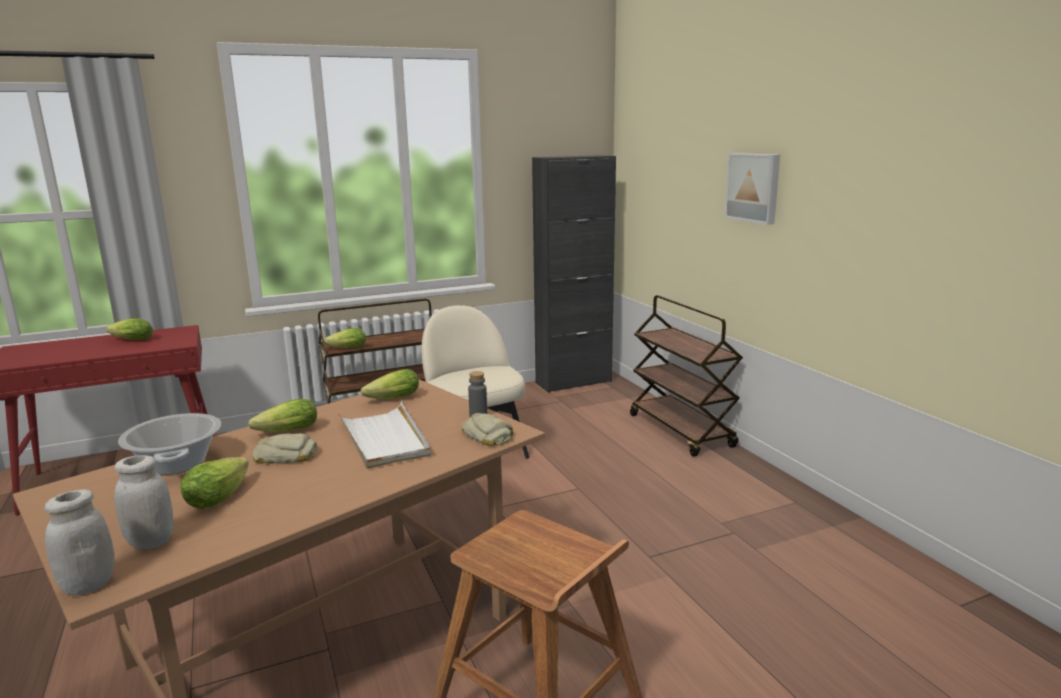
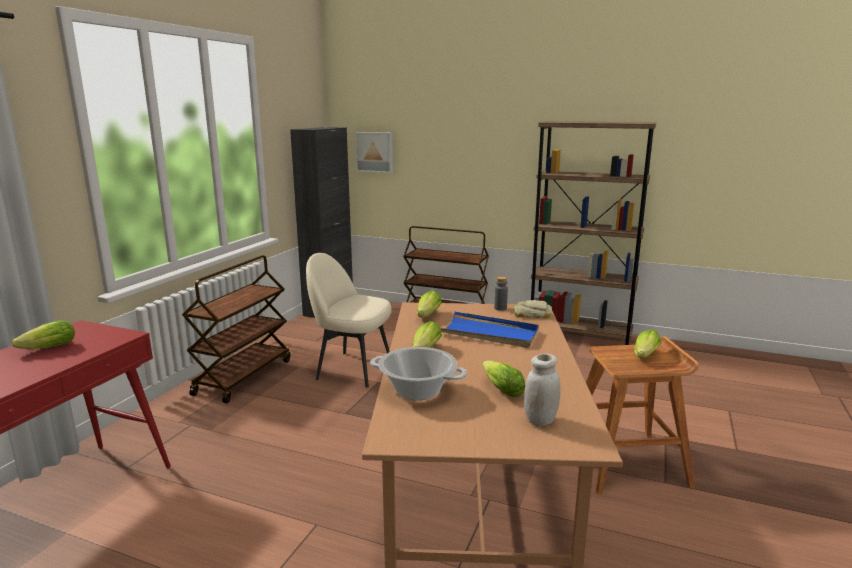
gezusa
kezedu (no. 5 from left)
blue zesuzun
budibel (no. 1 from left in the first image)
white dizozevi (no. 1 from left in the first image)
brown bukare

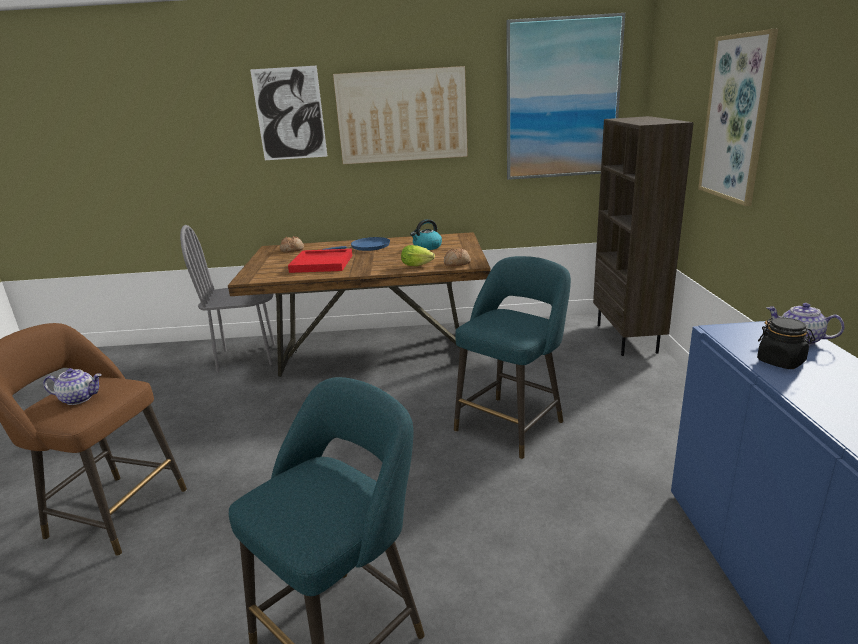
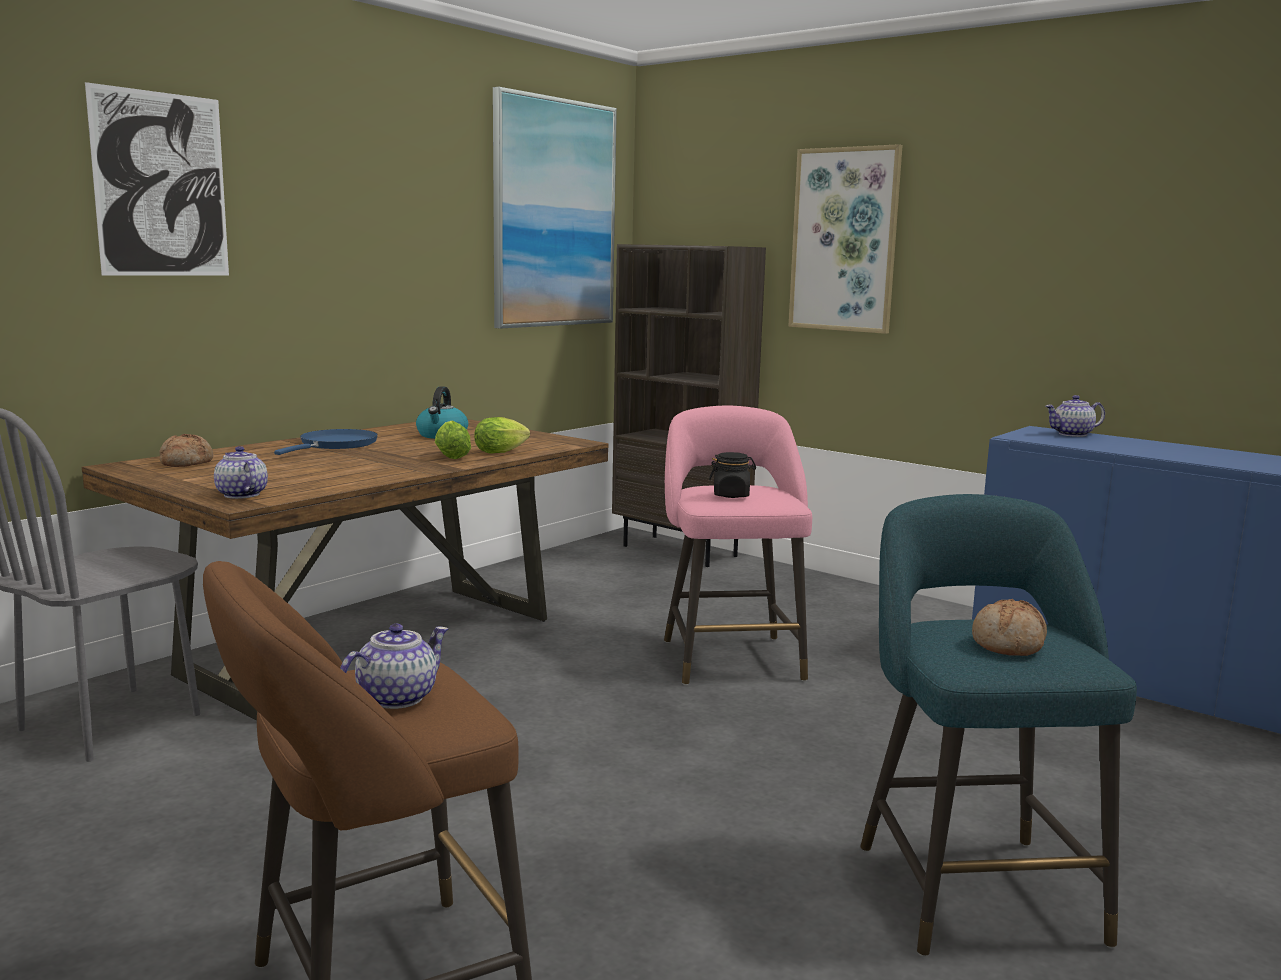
gezusa (no. 2 from left in the first image)
budibel (no. 2 from left)
red zesuzun
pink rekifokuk
black dizozevi
kezedu (no. 1 from left)
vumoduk (no. 1 from left)

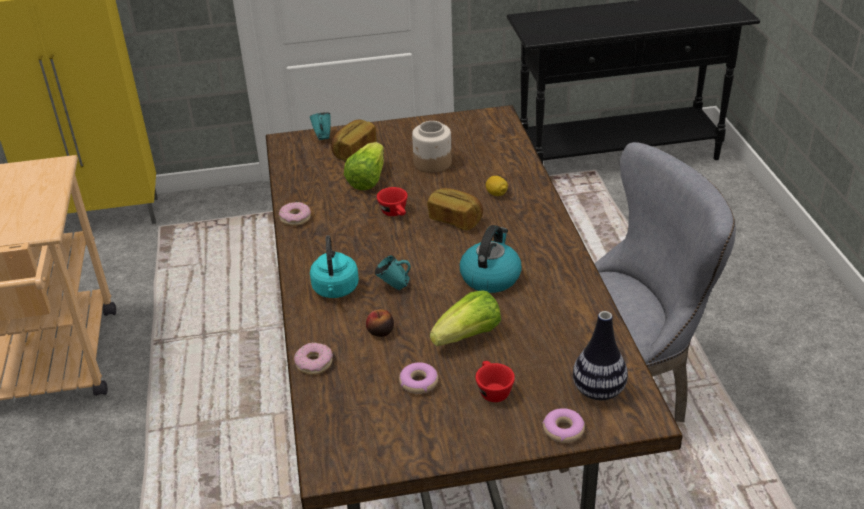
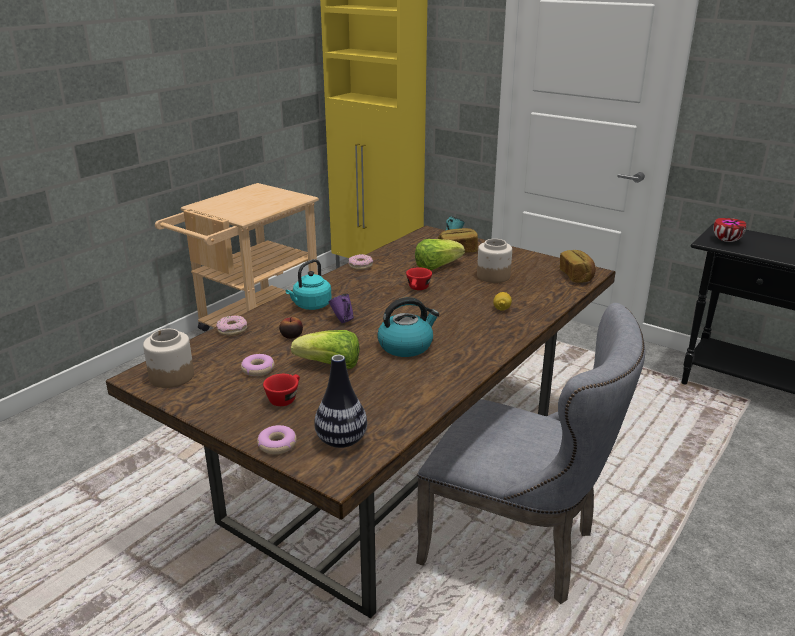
budibel (no. 2 from left)
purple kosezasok
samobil
dizozevi (no. 1 from left)

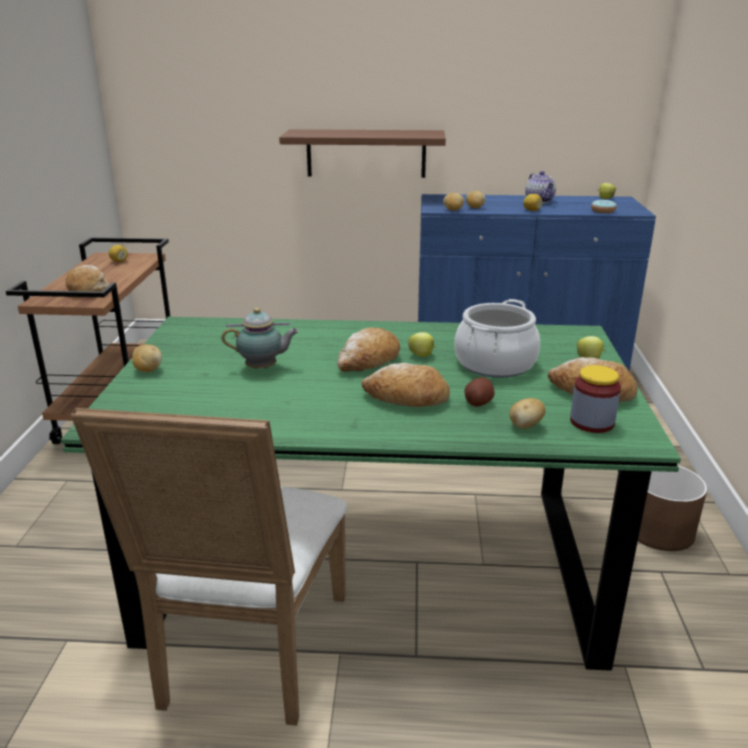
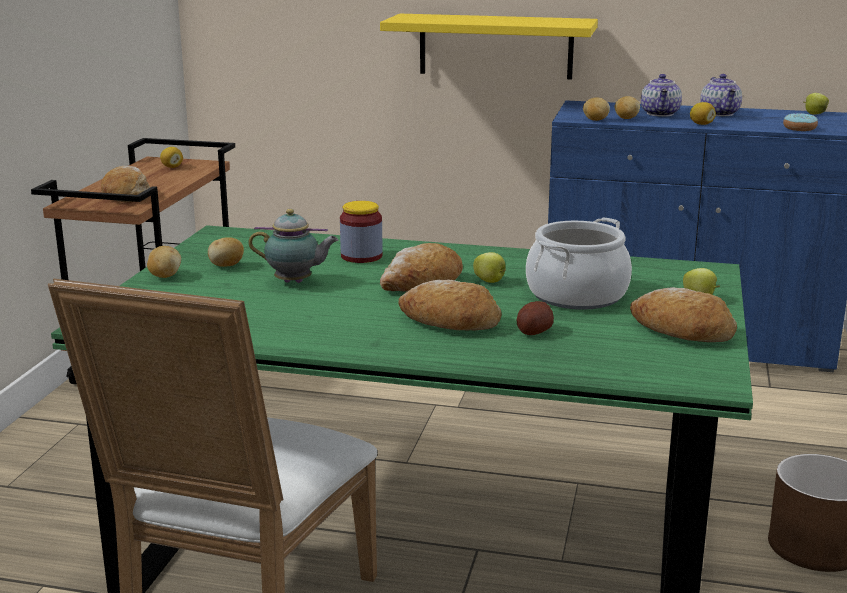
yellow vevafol
dizozevi
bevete (no. 2 from left)
vumoduk (no. 2 from left)

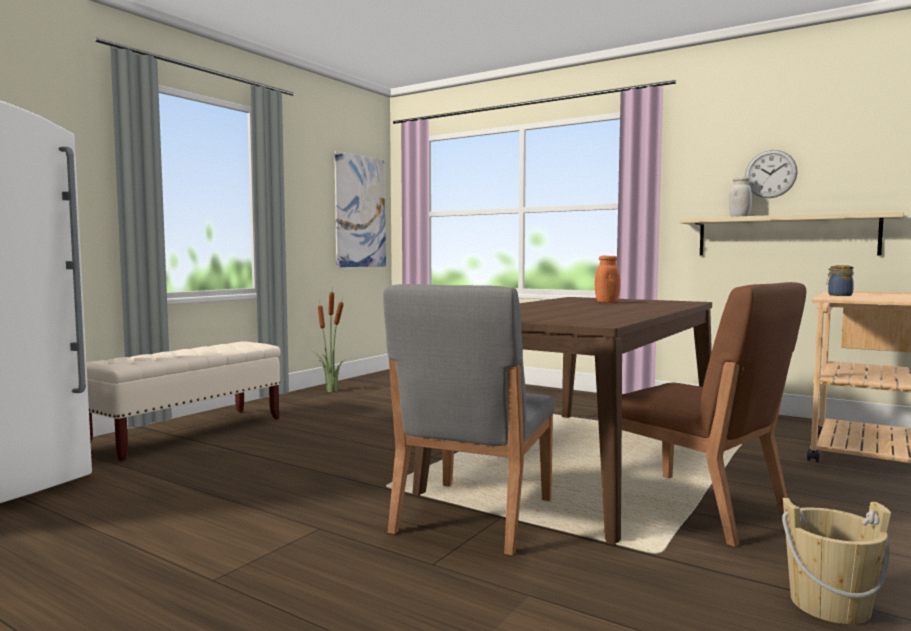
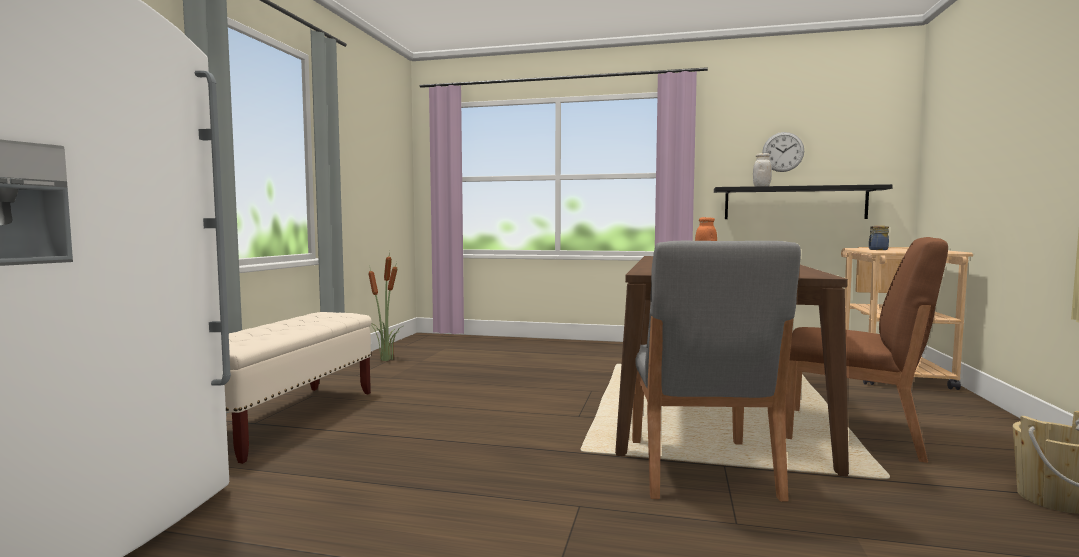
gezusa
black vevafol

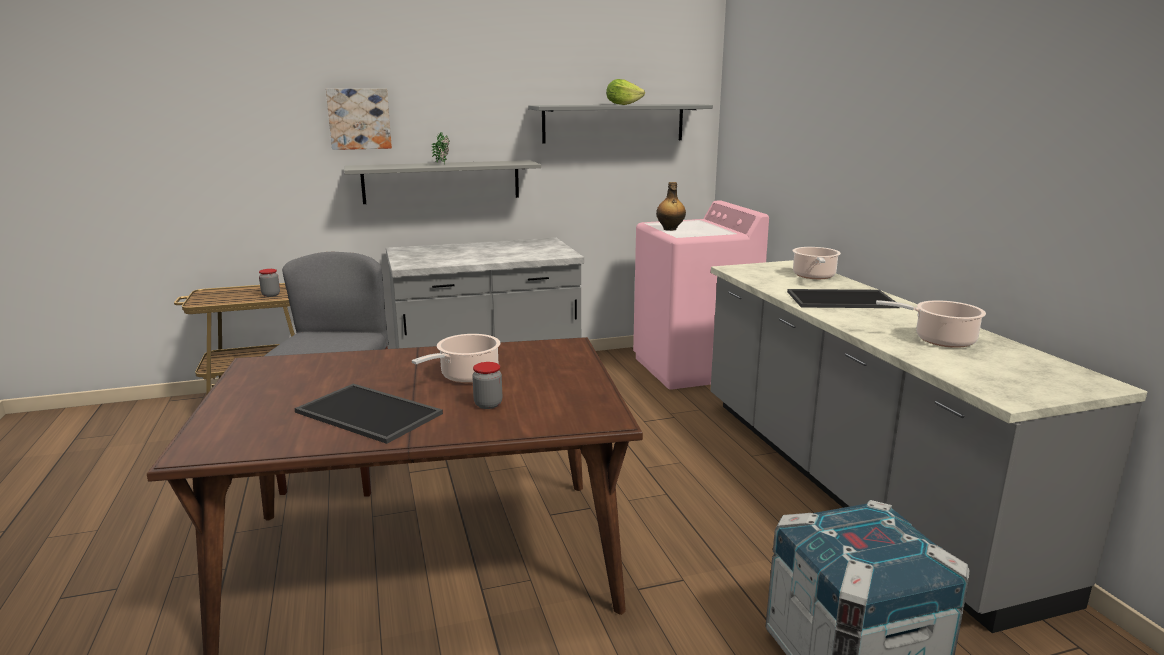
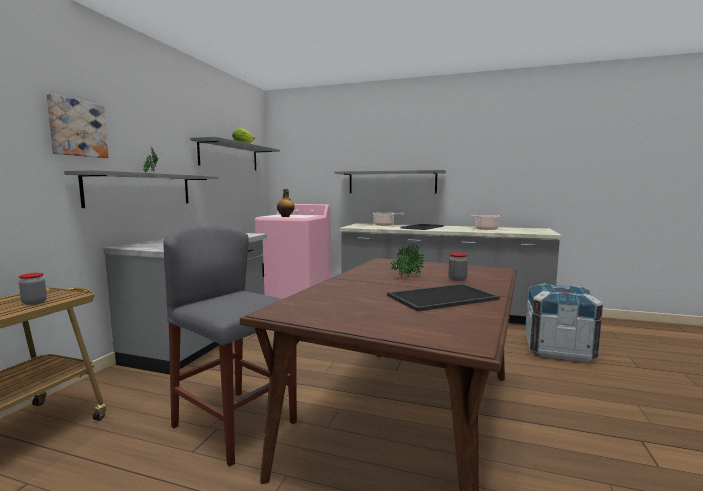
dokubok (no. 2 from left)
grey vevafol (no. 3 from left)

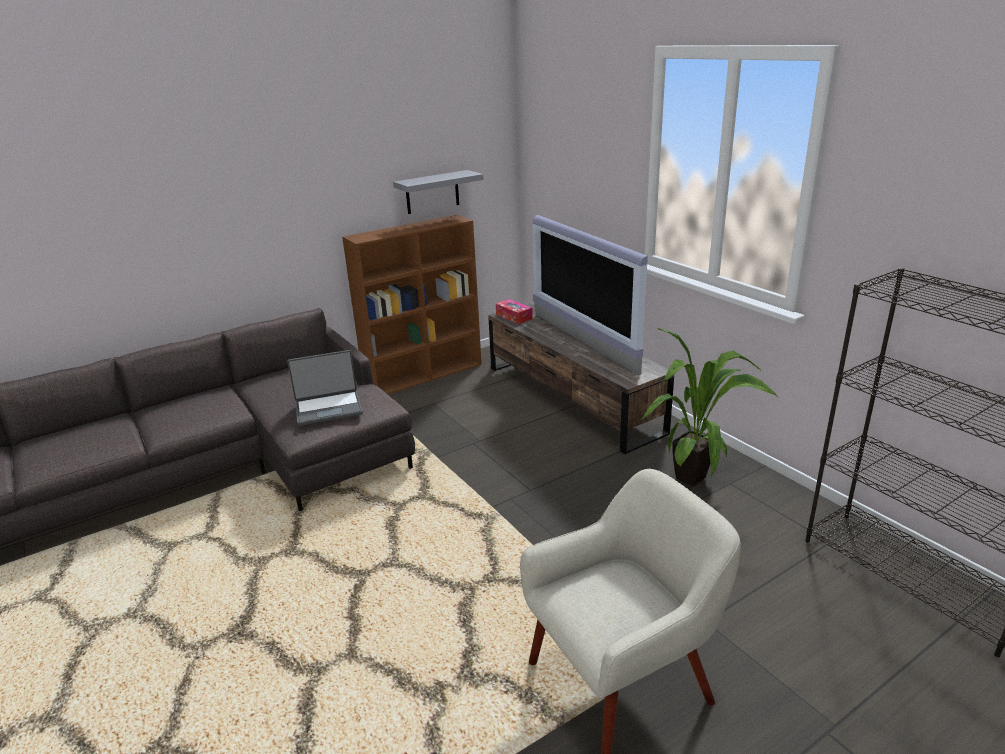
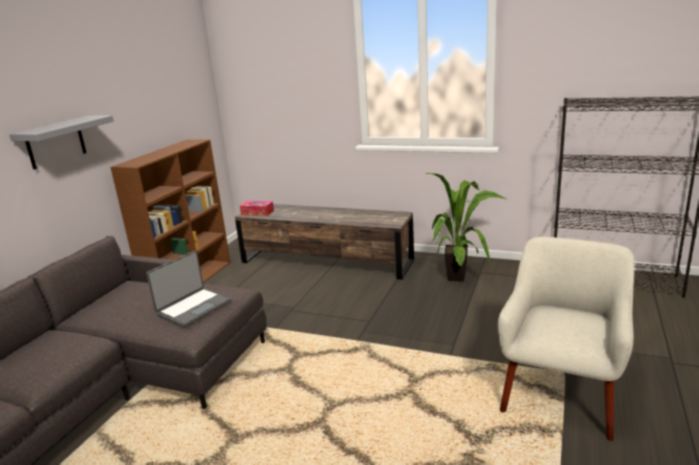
grey vevafol
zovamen

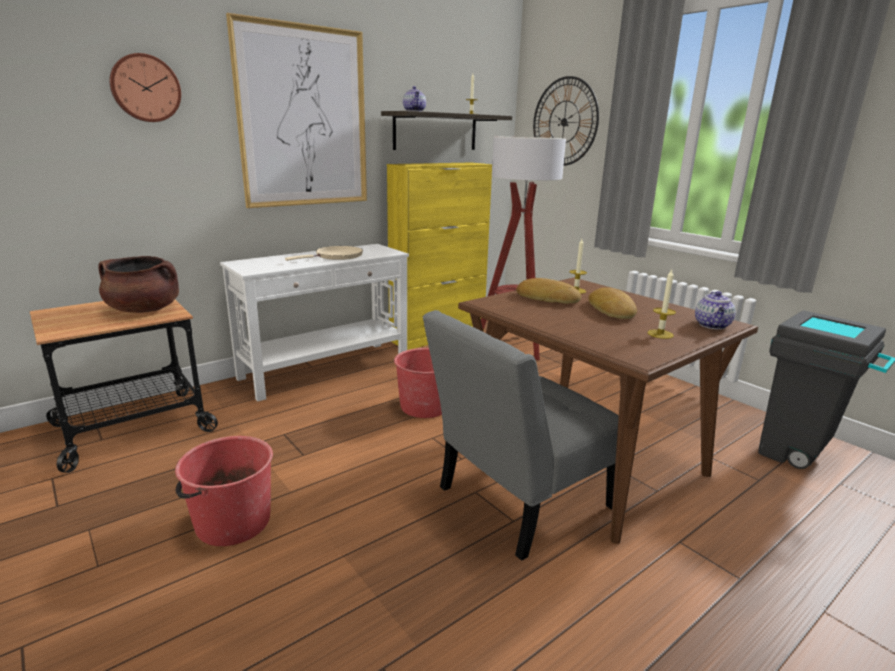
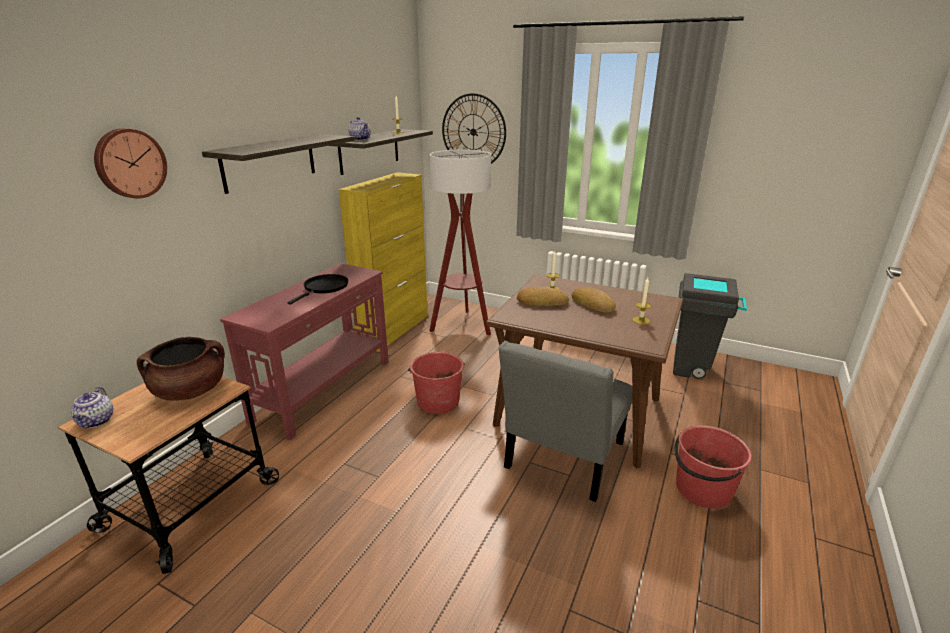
vevafol (no. 1 from left)
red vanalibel
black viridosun
vumoduk (no. 1 from left)
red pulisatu (no. 2 from left)

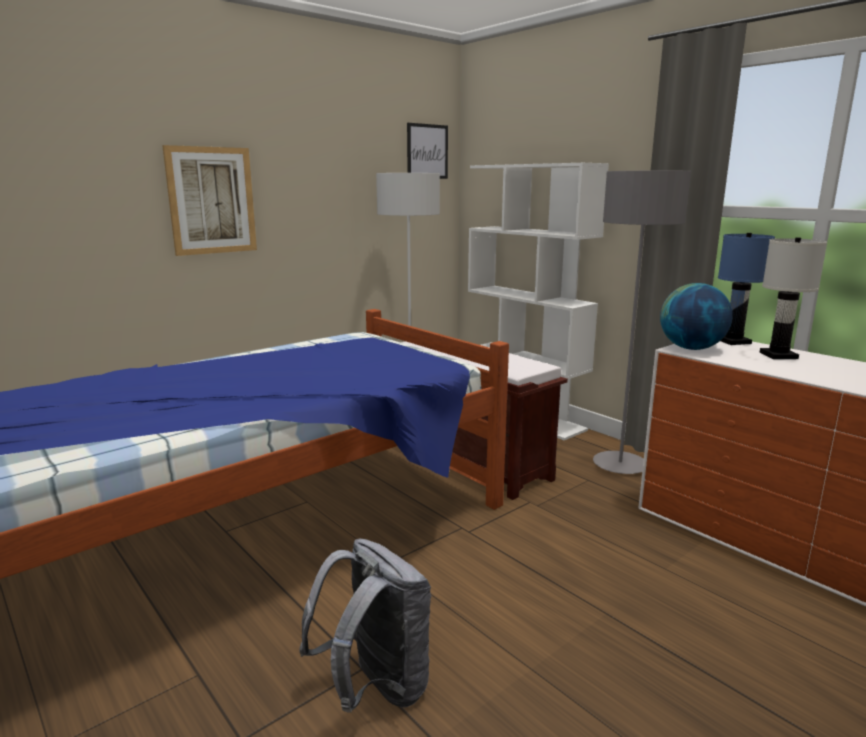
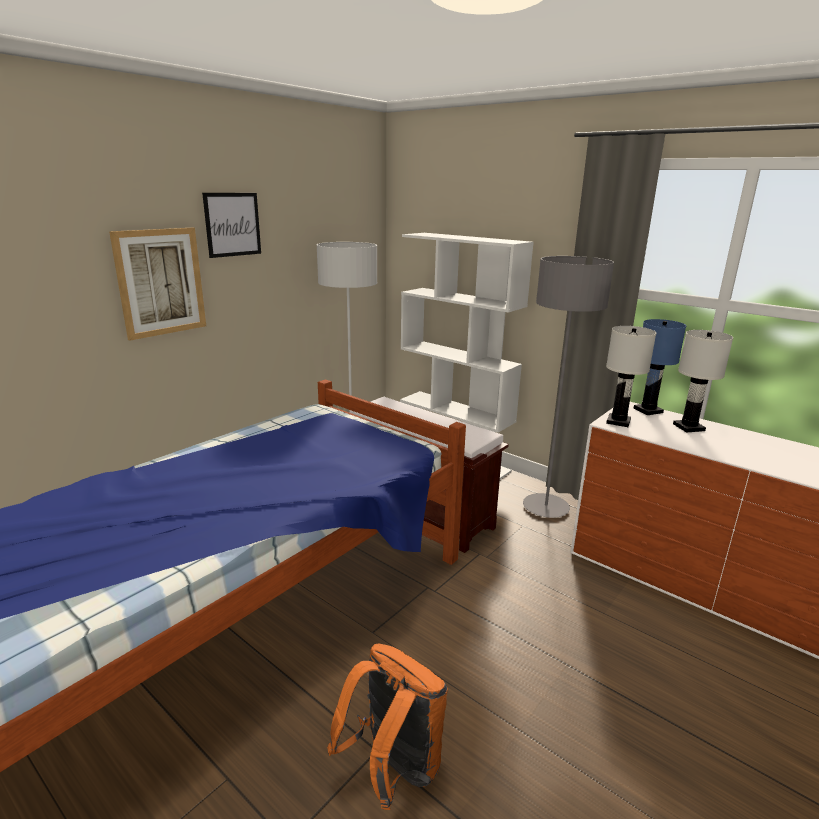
gezusa (no. 2 from left)
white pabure (no. 1 from left)
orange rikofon

